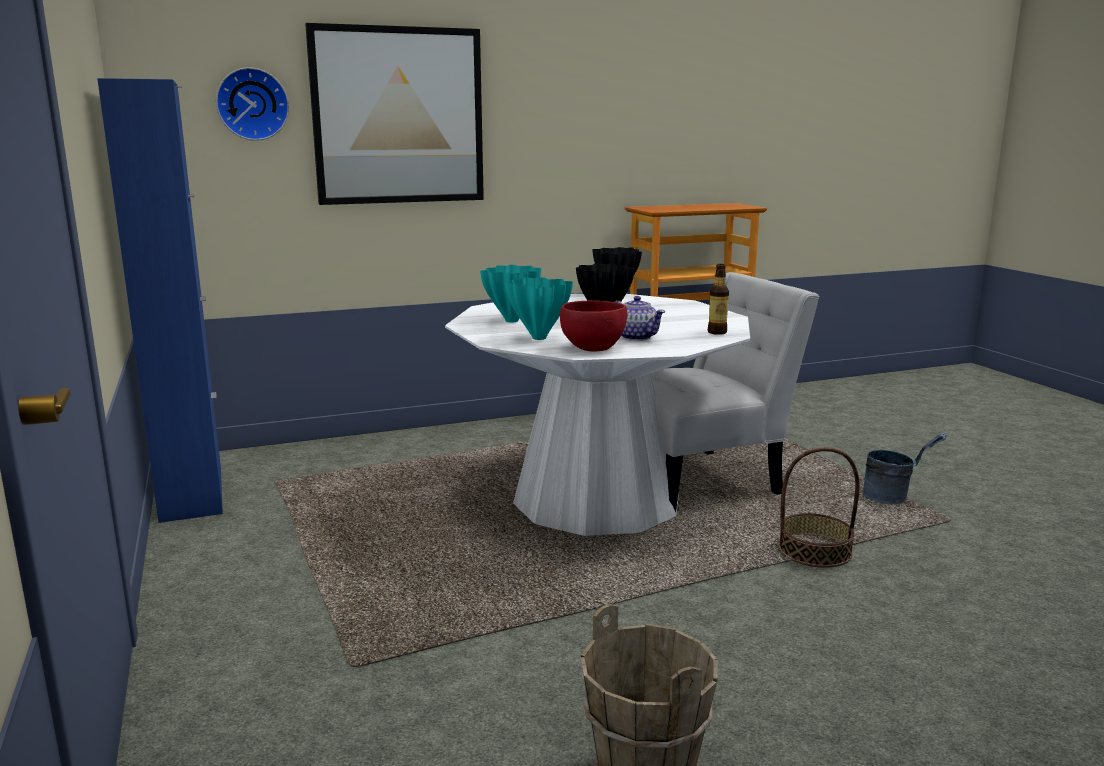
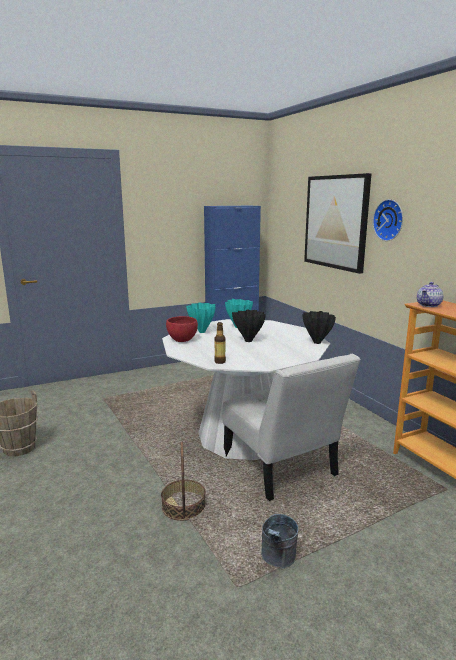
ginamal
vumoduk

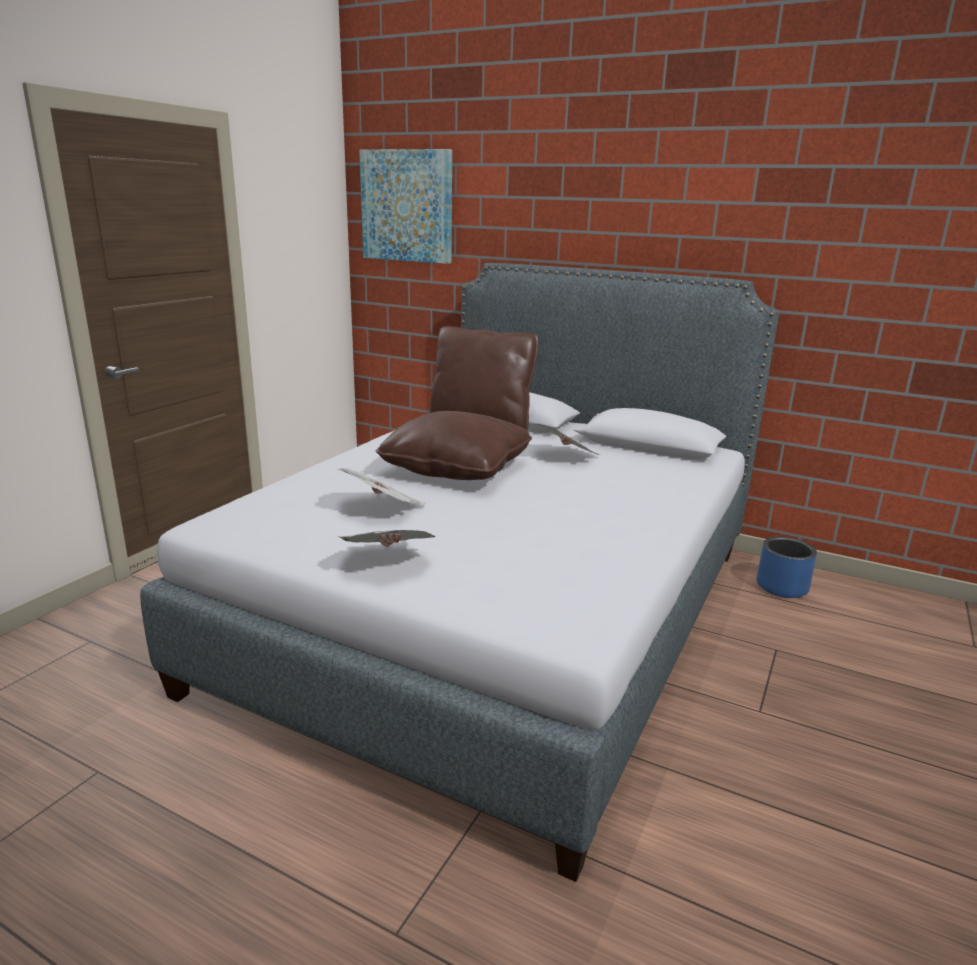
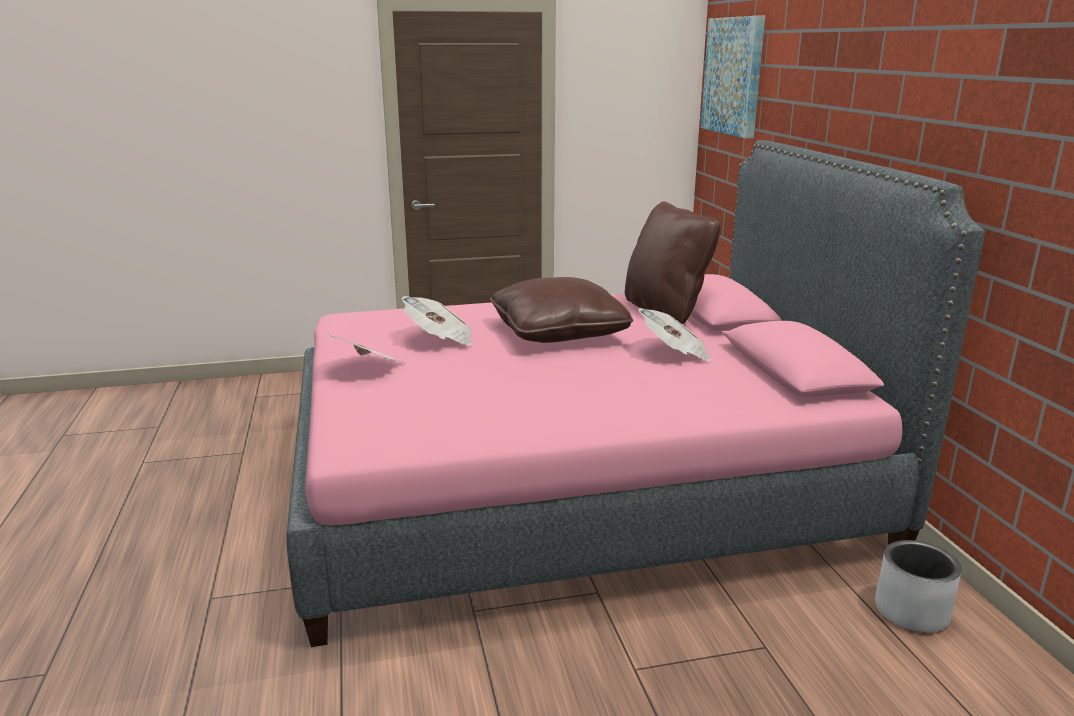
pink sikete
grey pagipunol

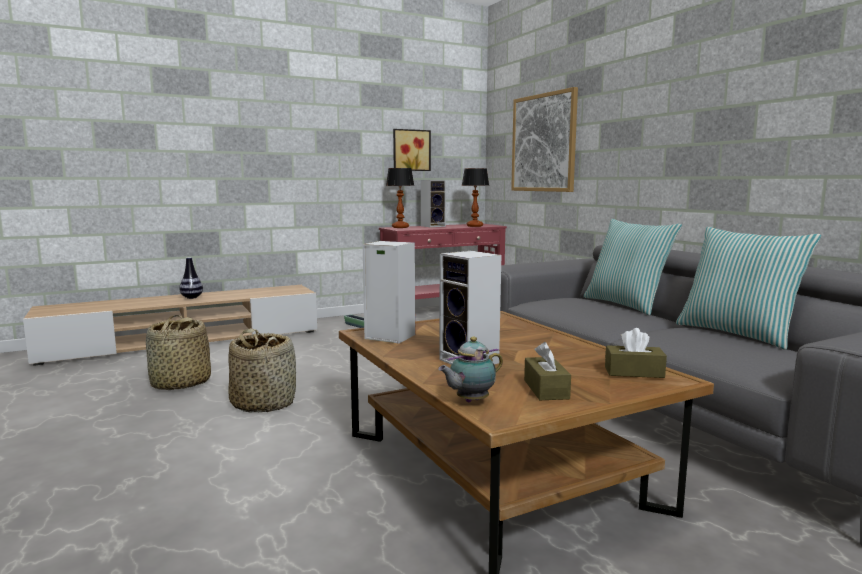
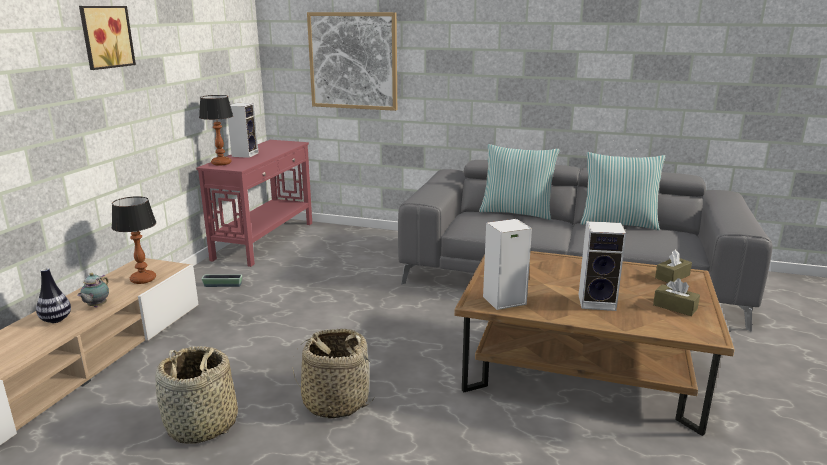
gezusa (no. 1 from left)
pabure (no. 1 from left)
vumoduk

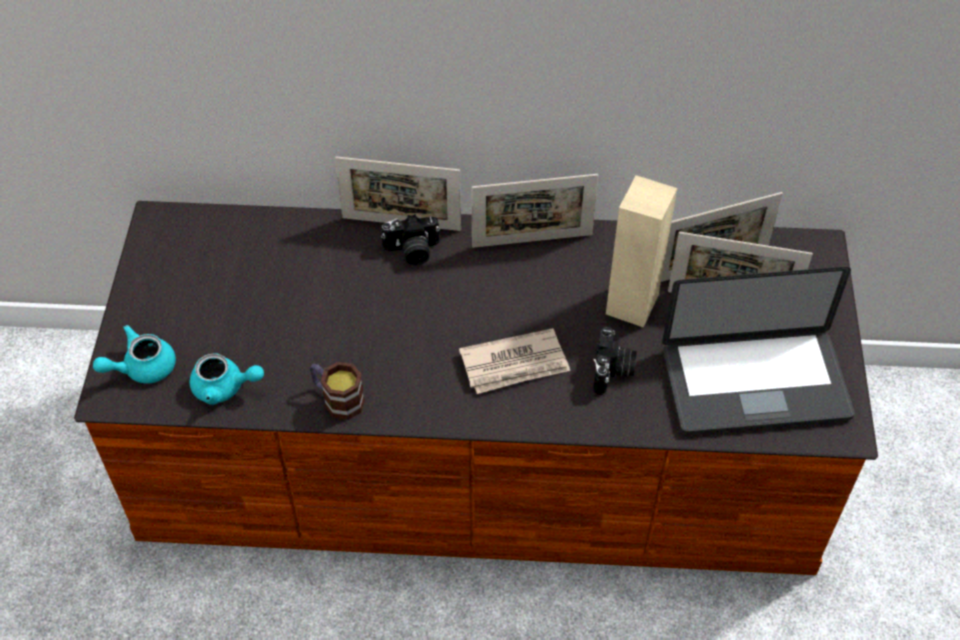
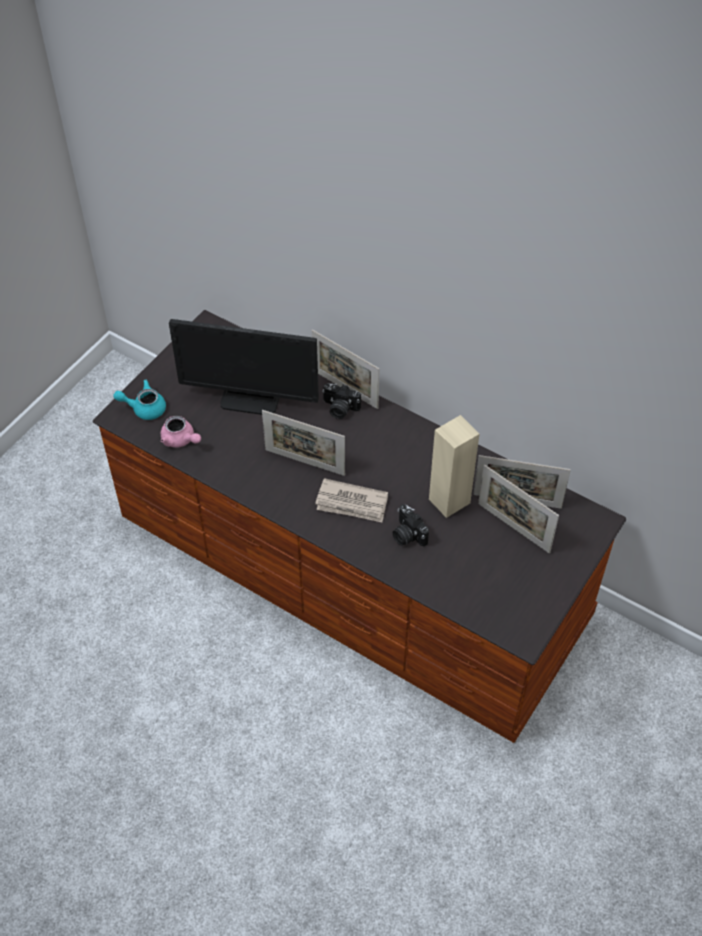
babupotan (no. 1 from left)
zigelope
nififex (no. 2 from left)
pink vumoduk
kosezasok
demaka

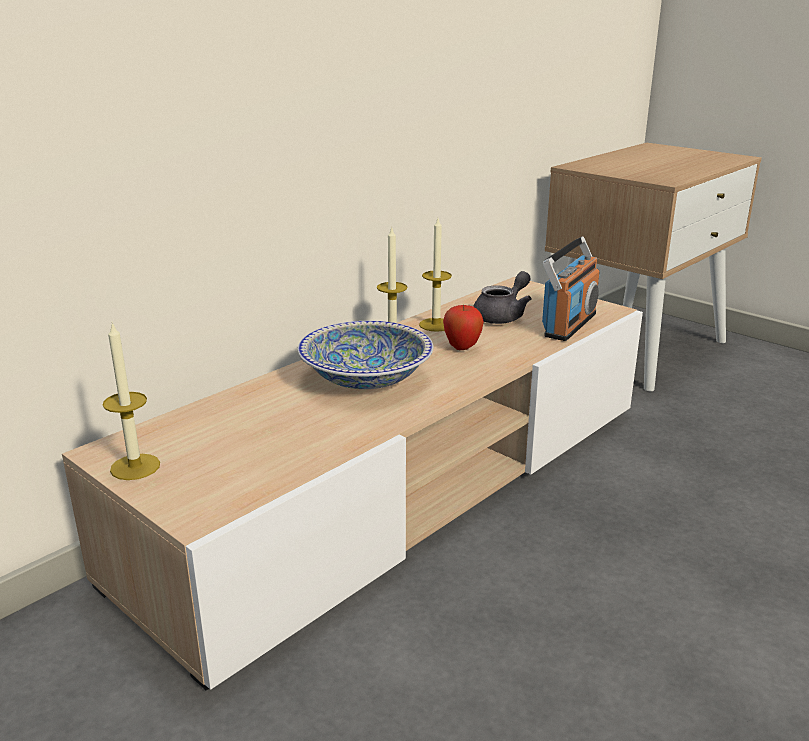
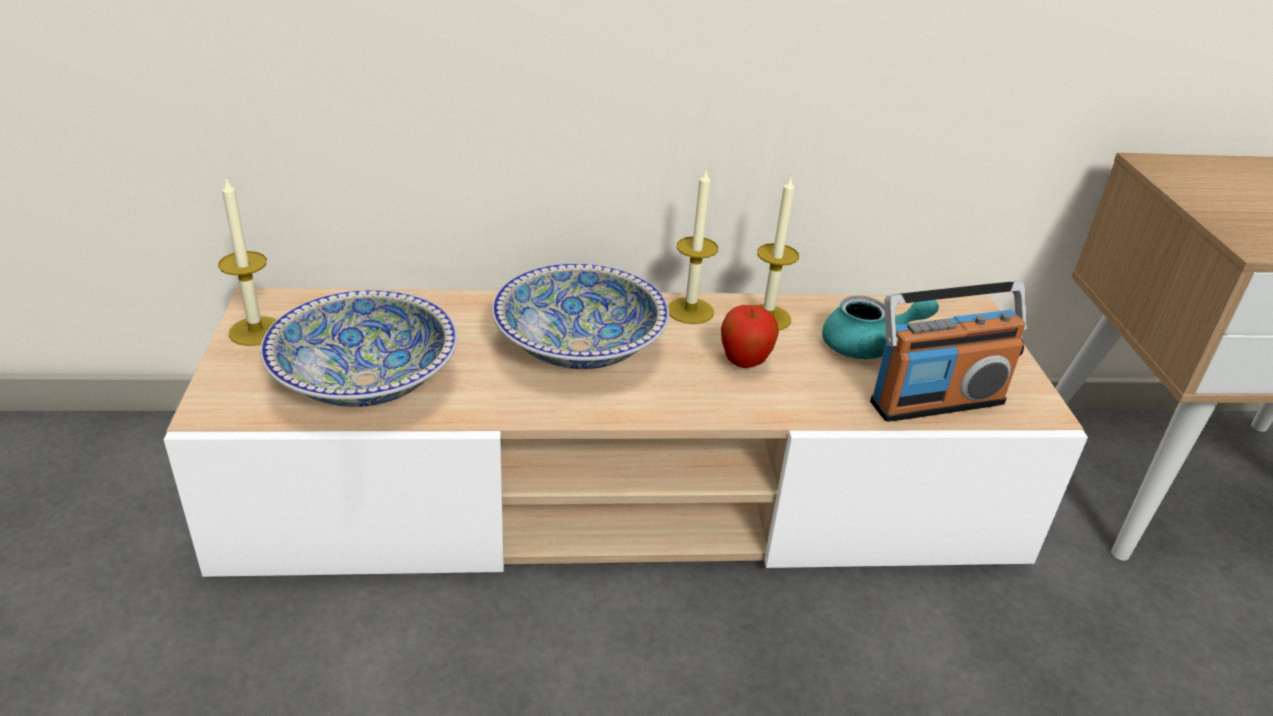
turquoise vumoduk
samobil (no. 1 from left)

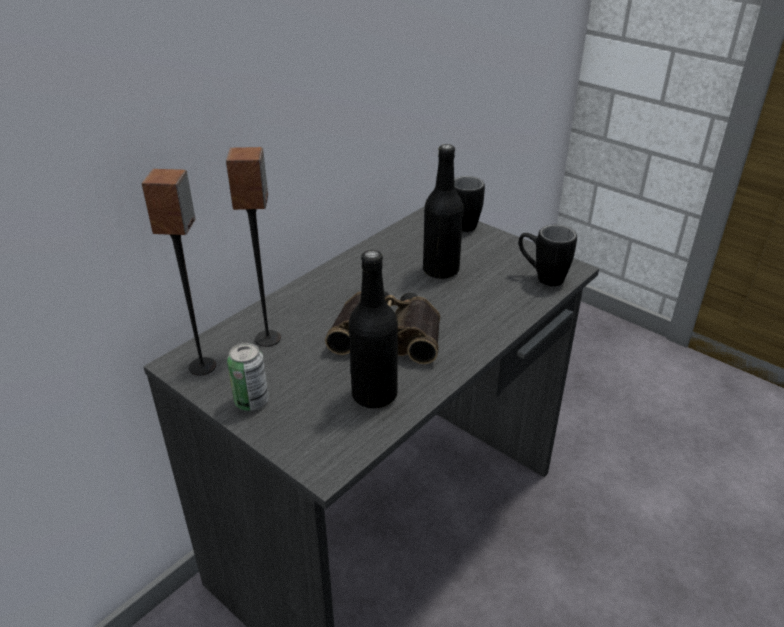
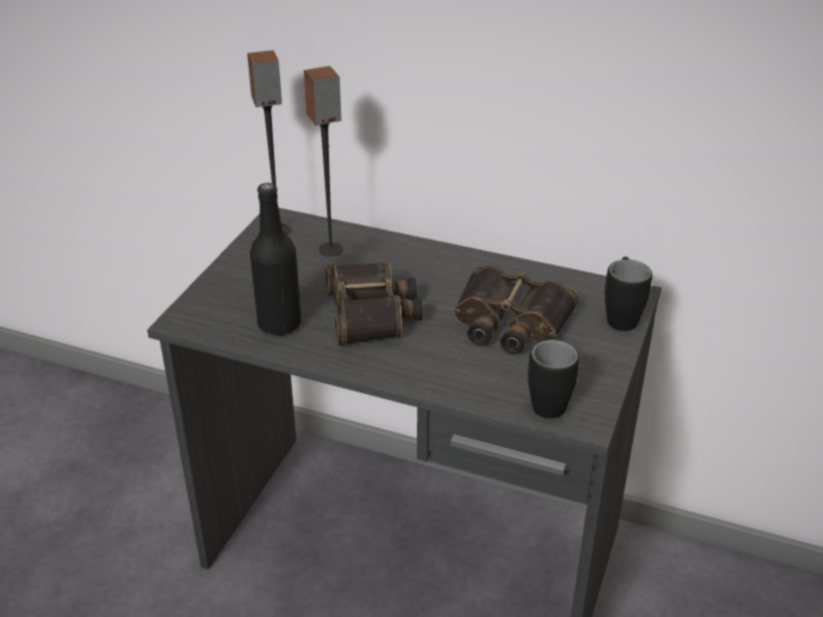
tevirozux (no. 2 from left)
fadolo

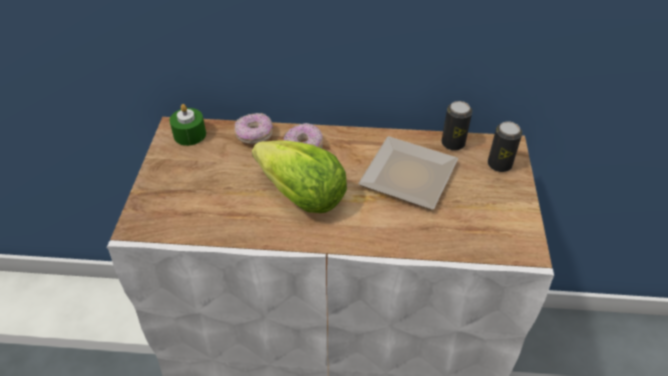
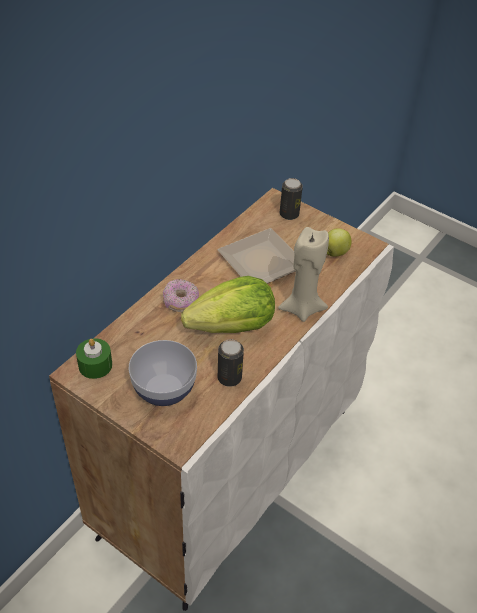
fadolo (no. 1 from left)
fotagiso (no. 1 from left in the first image)
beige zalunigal
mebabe
samobil

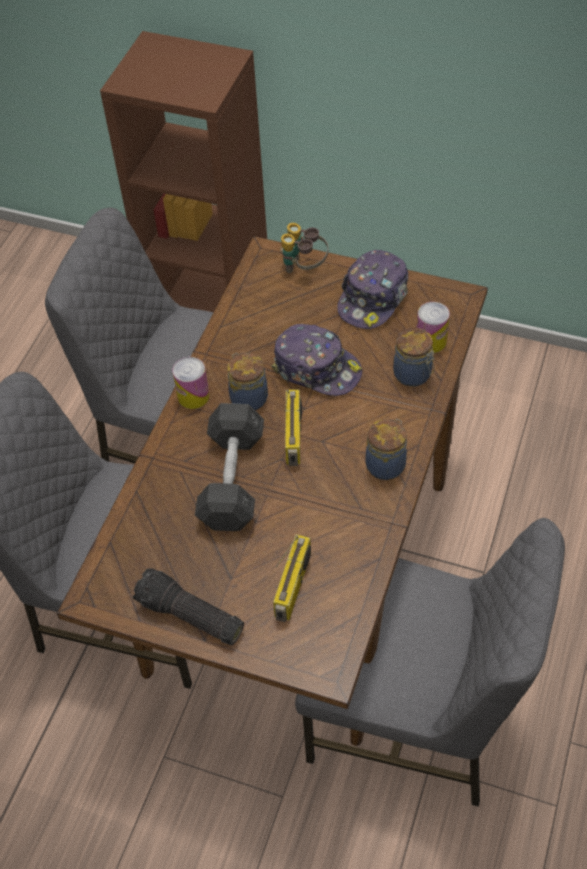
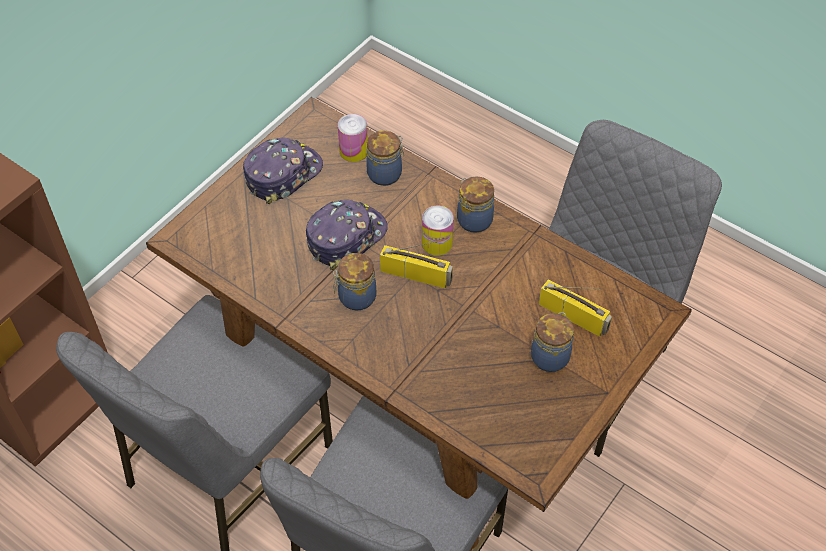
tevirozux
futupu (no. 1 from left)
fadolo (no. 2 from left)
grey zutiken
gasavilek
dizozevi (no. 4 from left)

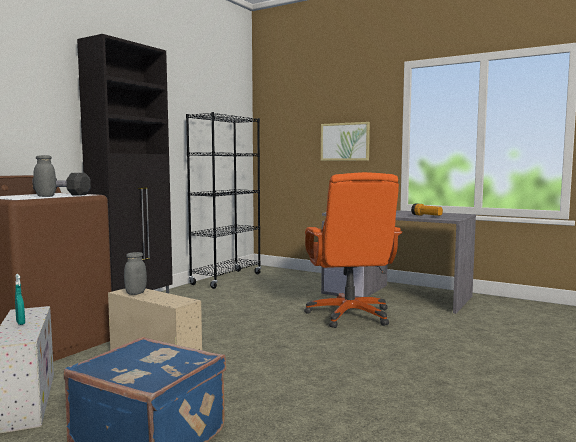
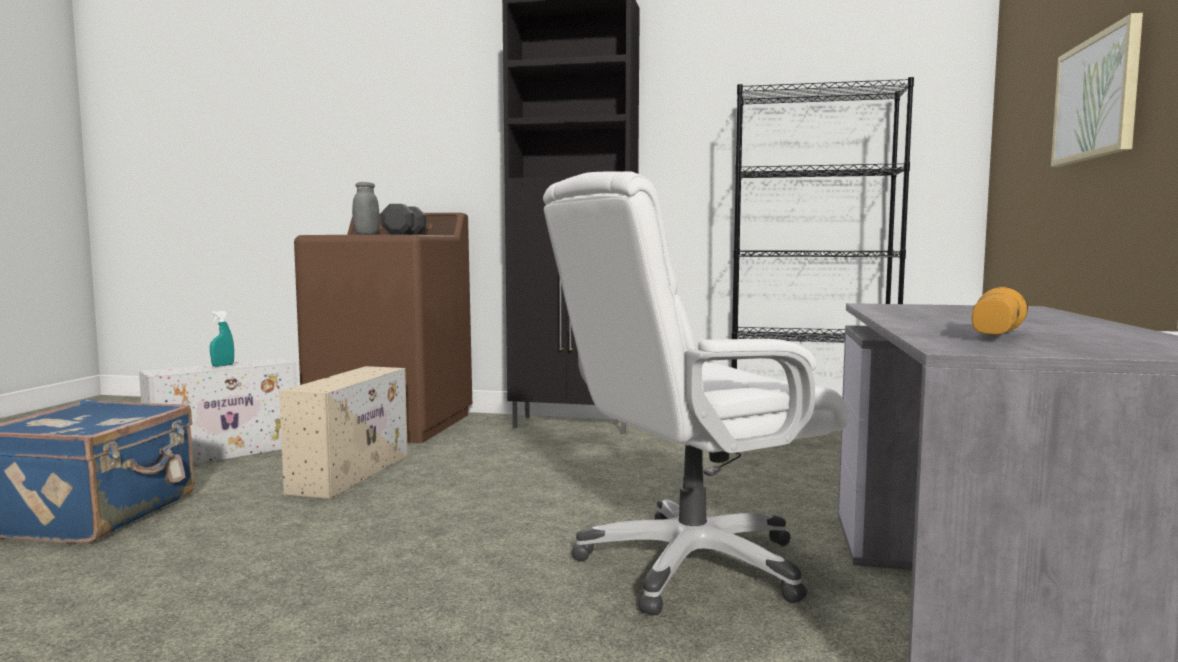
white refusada
grey dizozevi (no. 2 from left in the first image)

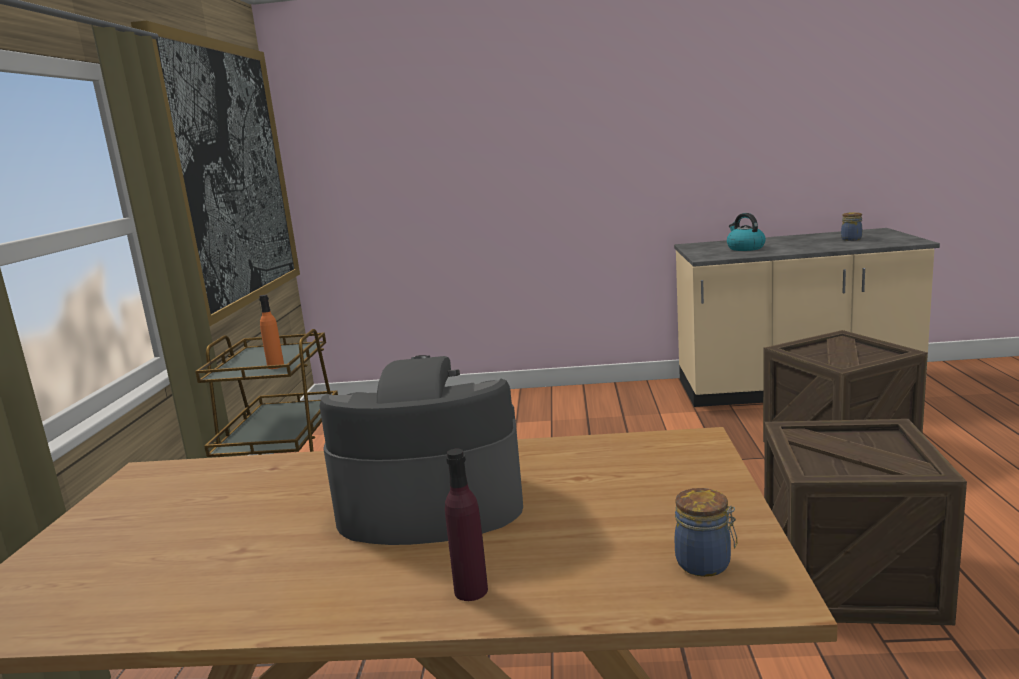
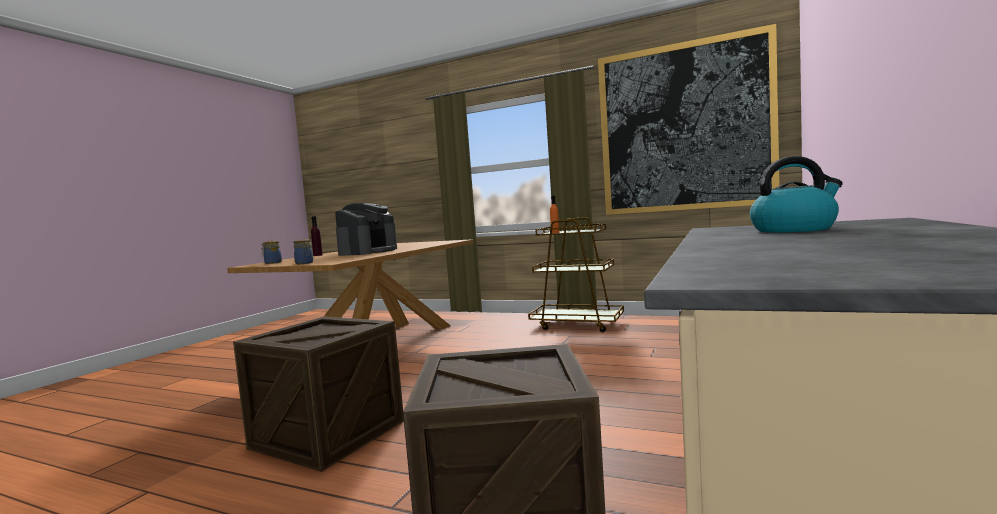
dizozevi (no. 2 from left)

